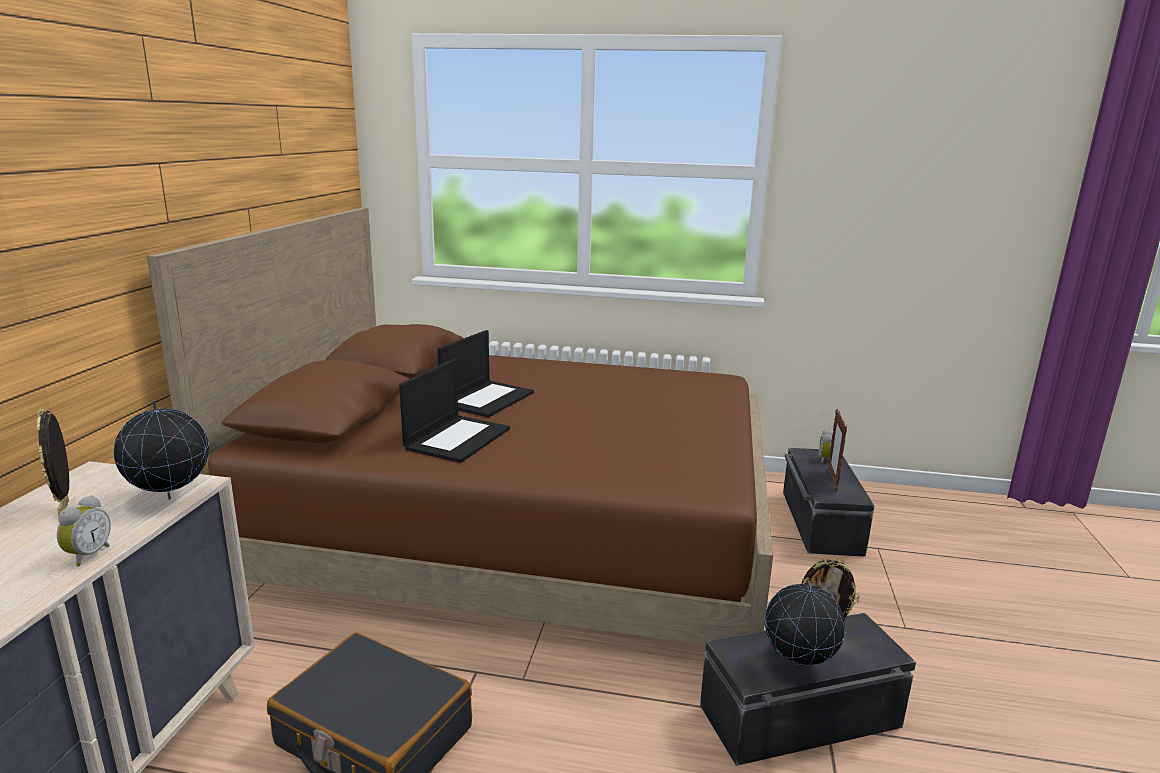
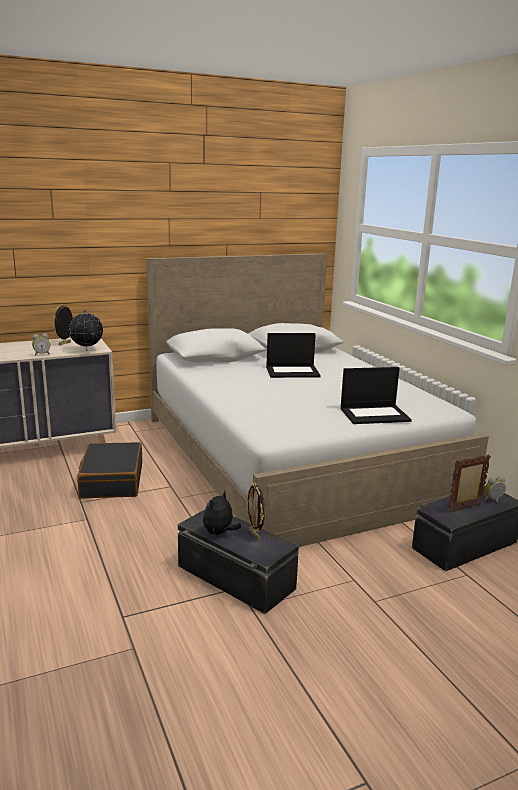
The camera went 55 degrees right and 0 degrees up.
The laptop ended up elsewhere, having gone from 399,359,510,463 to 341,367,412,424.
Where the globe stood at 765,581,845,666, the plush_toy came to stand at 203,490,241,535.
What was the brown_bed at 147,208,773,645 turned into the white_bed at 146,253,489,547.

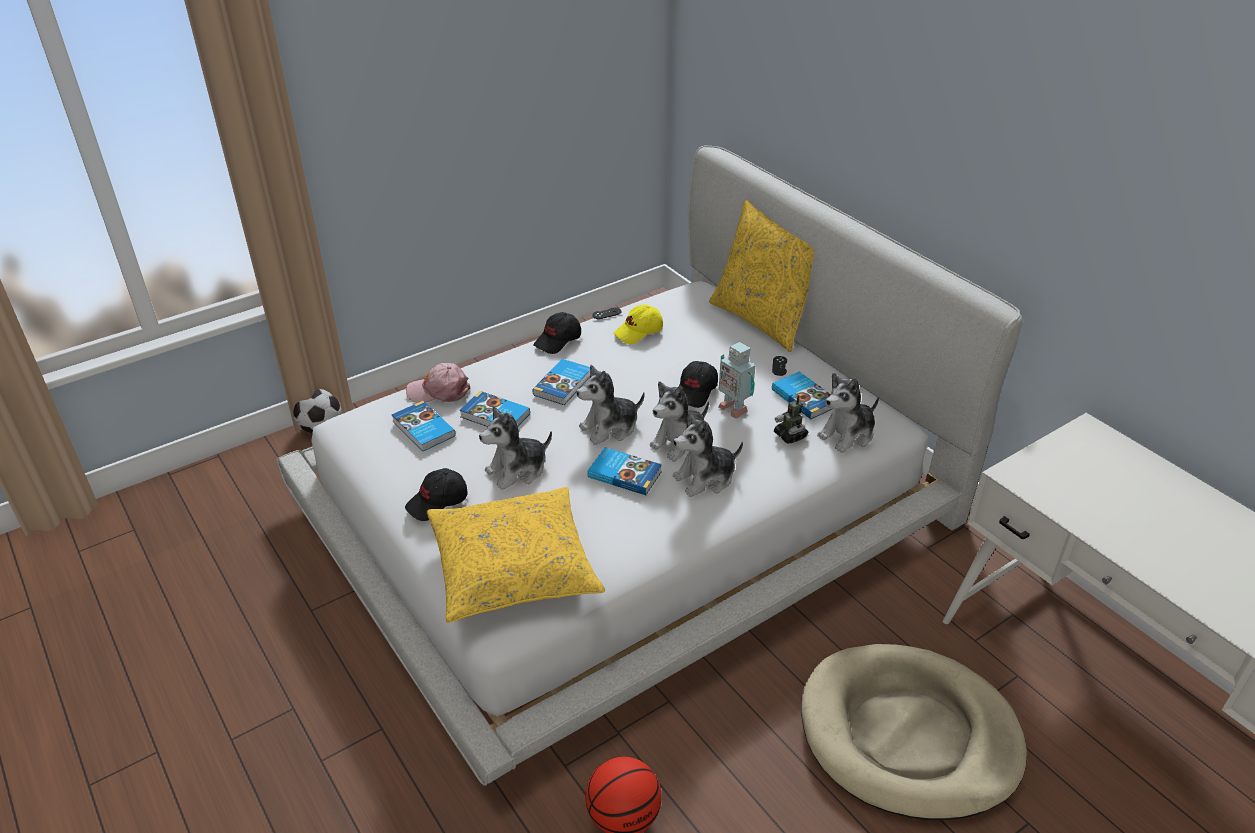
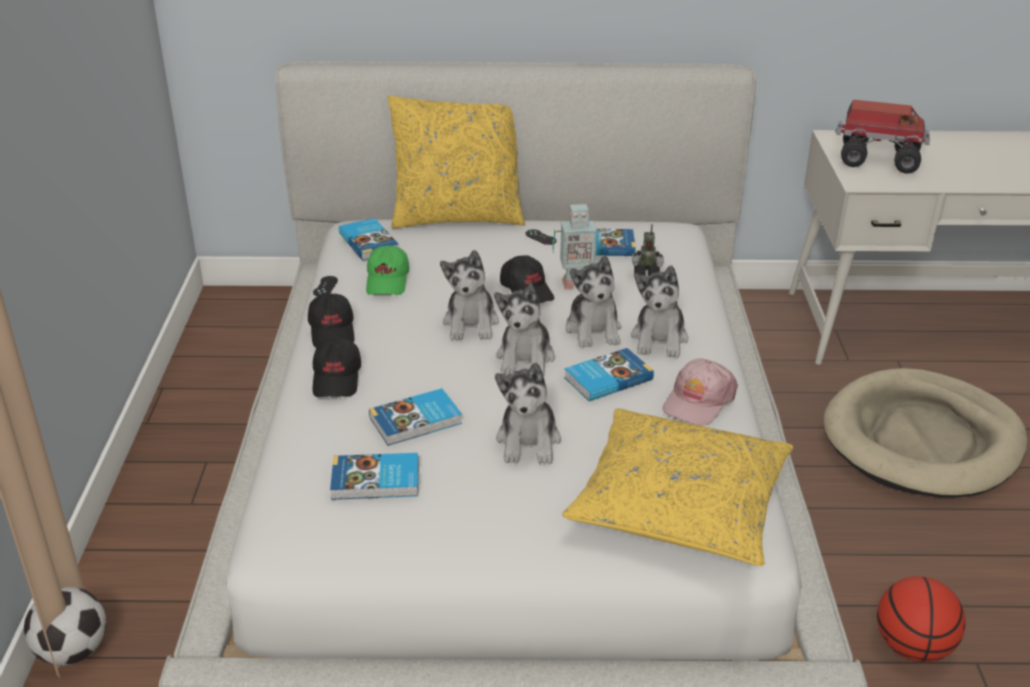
The camera went 55 degrees left and 5 degrees down.
The second view gained the toy_truck at 835,100,930,174.
The black_cap ended up elsewhere, having gone from 405,468,468,521 to 312,338,361,397.
The pink_cap ended up elsewhere, having gone from 406,363,470,403 to 663,359,738,426.
The book ended up elsewhere, having gone from 532,359,590,405 to 339,218,399,261.
The plush_toy ended up elsewhere, having gone from 817,373,879,453 to 440,250,499,340.
What was the yellow_cap at 613,304,663,344 turned into the green_cap at 366,245,409,295.

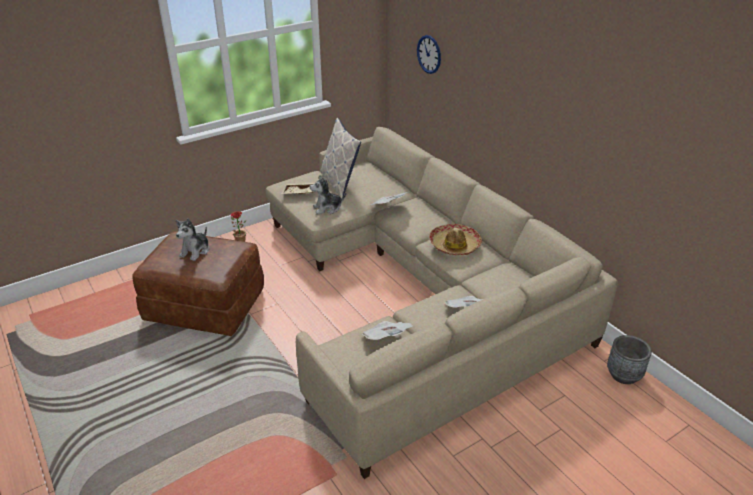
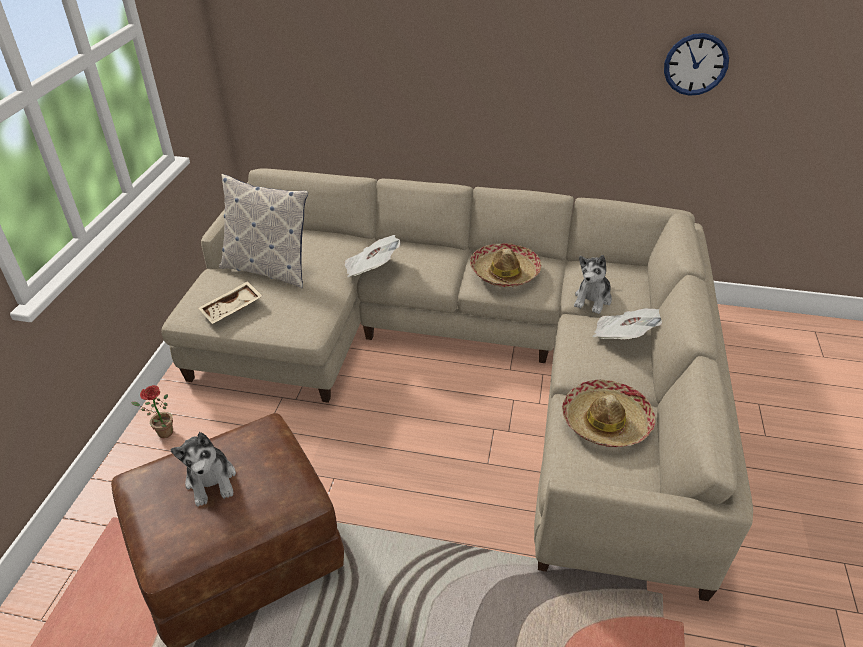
The camera went 45 degrees left and 5 degrees up.
The second view lost the grey_planter at 607,335,652,384.
The plush_toy ended up elsewhere, having gone from 310,175,346,214 to 574,255,612,314.
The wall_clock ended up elsewhere, having gone from 417,35,441,74 to 664,33,729,96.
Where the newspaper stood at 361,321,412,340, the hat came to stand at 562,379,656,447.

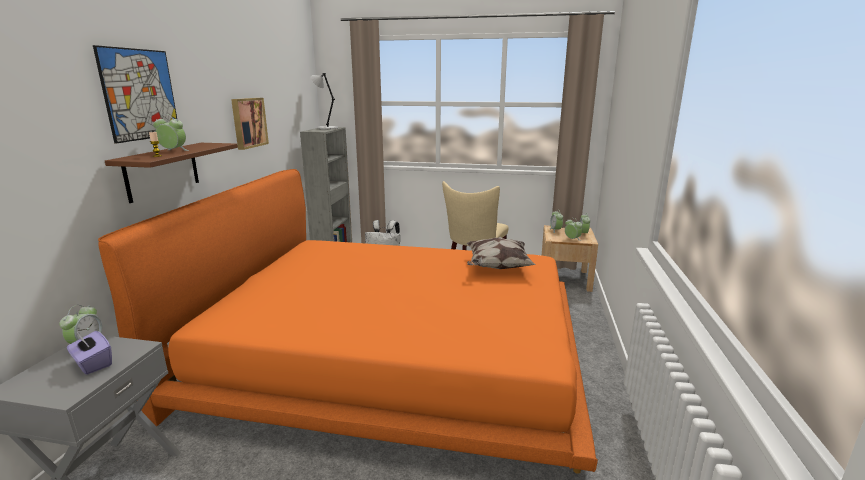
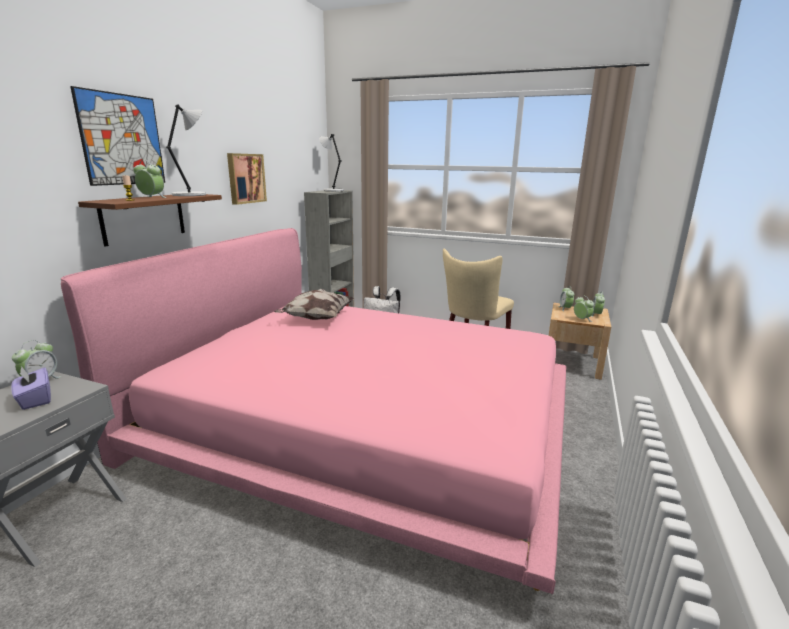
The camera went 10 degrees right and 0 degrees up.
The second view gained the grey_table_lamp at 166,105,206,196.
The pillow ended up elsewhere, having gone from 467,237,535,269 to 274,289,354,320.
What was the orange_bed at 98,169,598,474 turned into the pink_bed at 60,228,567,594.

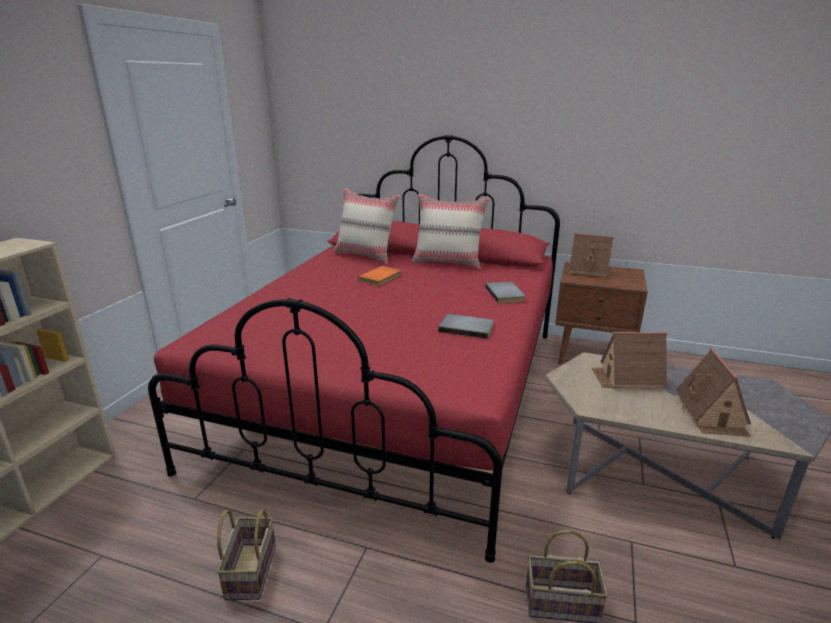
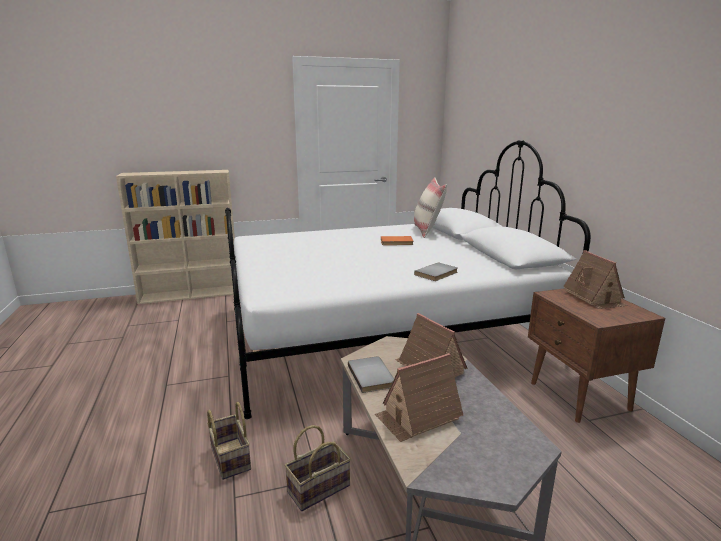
The camera went 55 degrees right and 5 degrees down.
The second view lost the beige_pillow at 412,194,489,269.
The basket ended up elsewhere, having gone from 217,509,276,600 to 284,425,351,511.
The grey_book ended up elsewhere, having gone from 438,314,494,339 to 348,356,394,393.
What was the red_bed at 148,135,560,563 turned into the white_bed at 225,140,591,419.

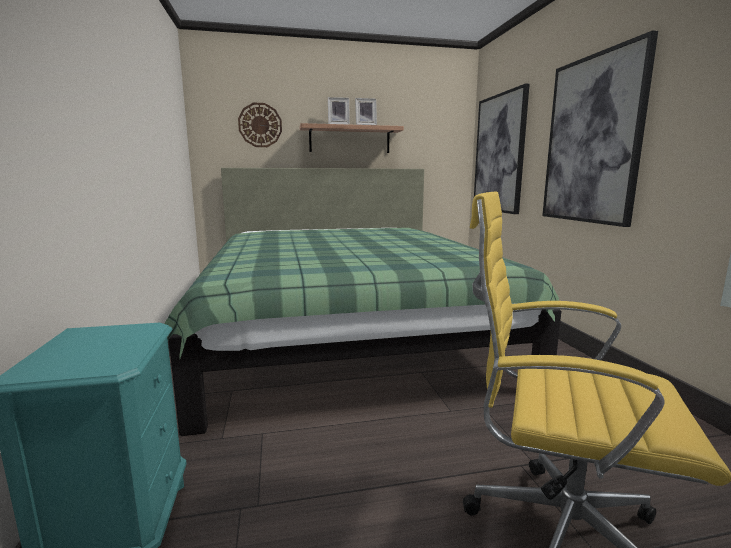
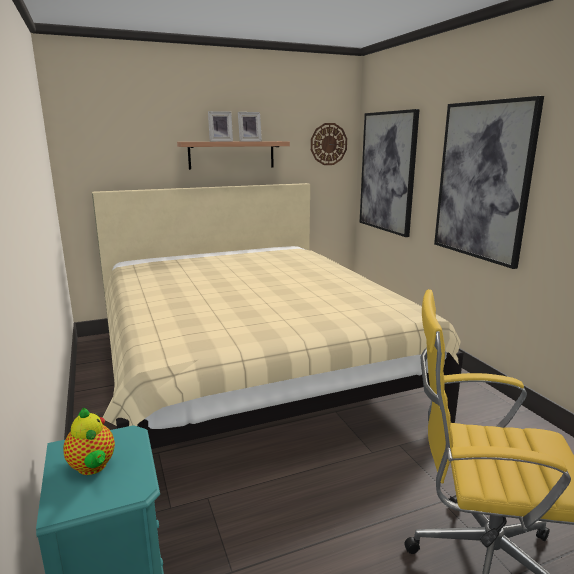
The camera went 10 degrees left and 5 degrees up.
The second view gained the teapot at 63,408,115,475.
The wall_clock ended up elsewhere, having gone from 238,103,282,147 to 311,123,347,165.
What was the green_bed at 164,168,561,436 turned into the beige_bed at 92,183,463,449.

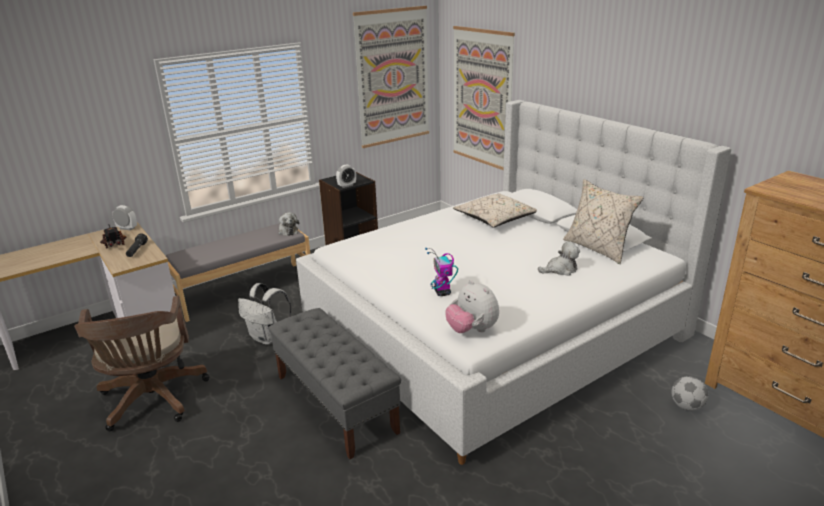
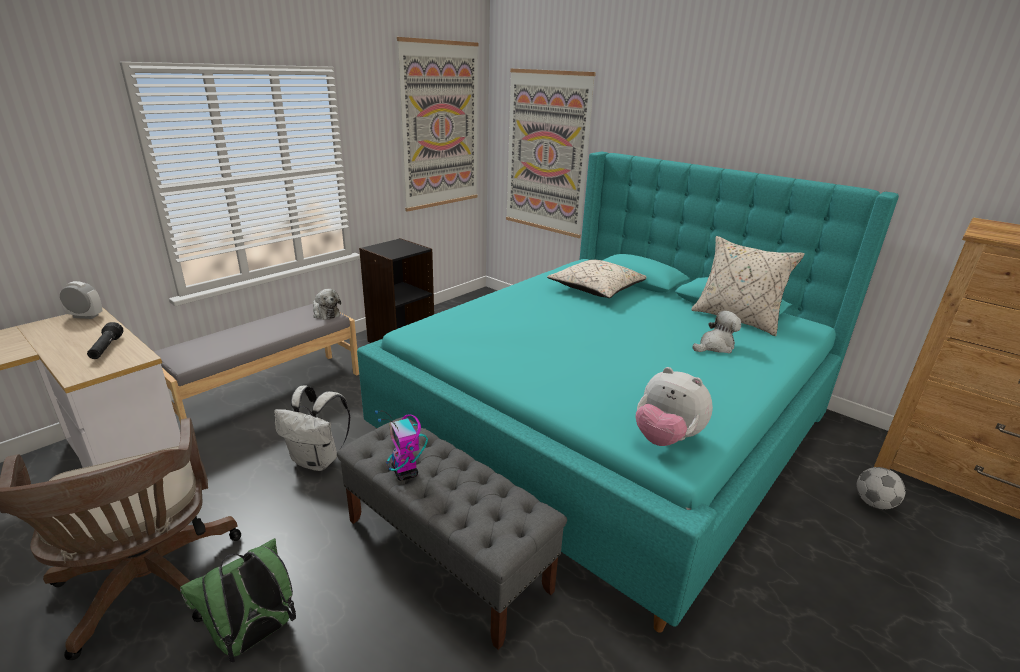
The camera went 15 degrees left and 0 degrees up.
The second view lost the toy_truck at 100,225,126,249.
The second view lost the alarm_clock at 336,164,356,188.
The second view gained the green_backpack at 180,538,296,663.
The toy_robot ended up elsewhere, having gone from 425,248,458,296 to 375,410,428,481.
What was the white_bed at 296,100,731,465 turned into the turquoise_bed at 357,152,899,632.

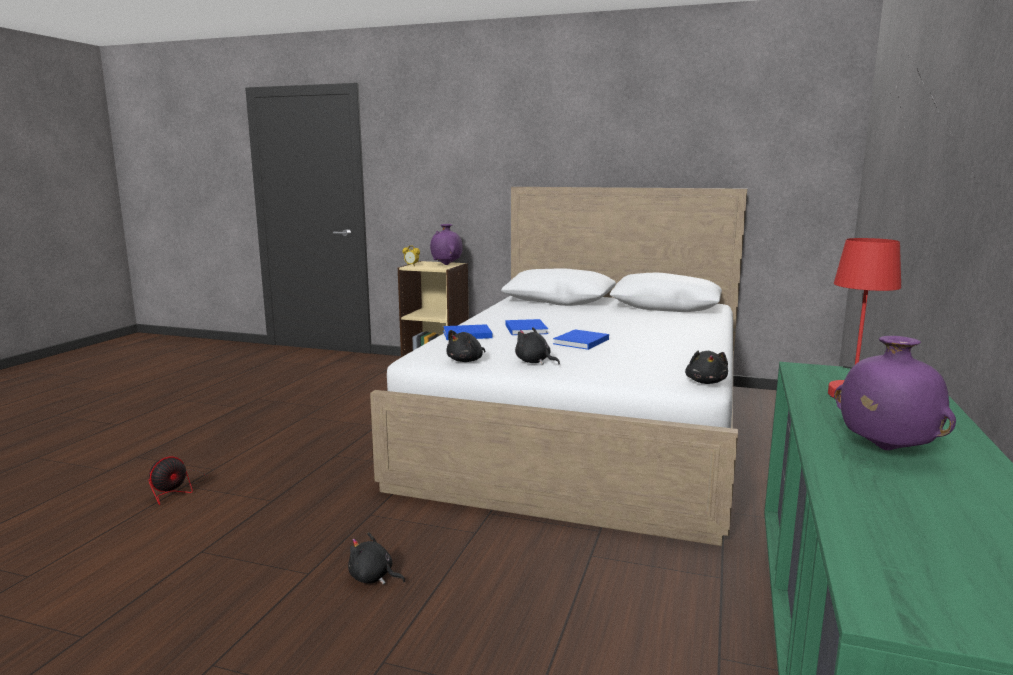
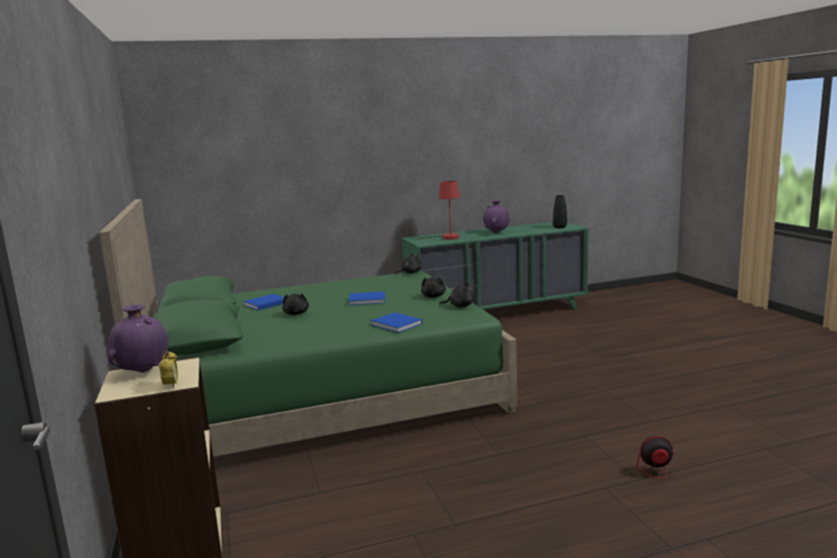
The camera went 125 degrees left and 0 degrees up.
The second view gained the black_vase at 553,195,567,228.
The black_plush_toy ended up elsewhere, having gone from 348,532,406,585 to 282,294,309,315.
The blue_book ended up elsewhere, having gone from 505,319,548,335 to 243,294,284,310.
What was the white_bed at 370,187,747,546 turned into the green_bed at 99,199,517,457.

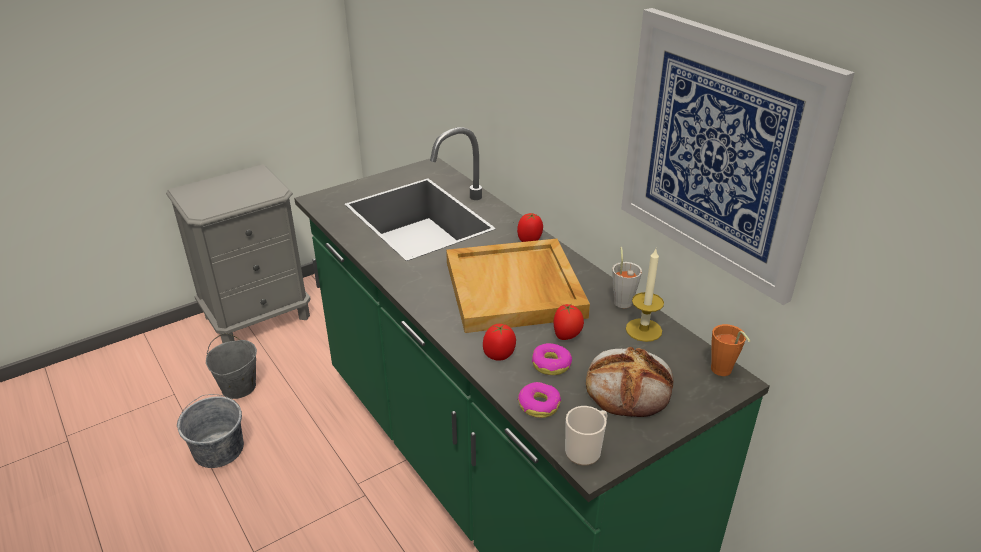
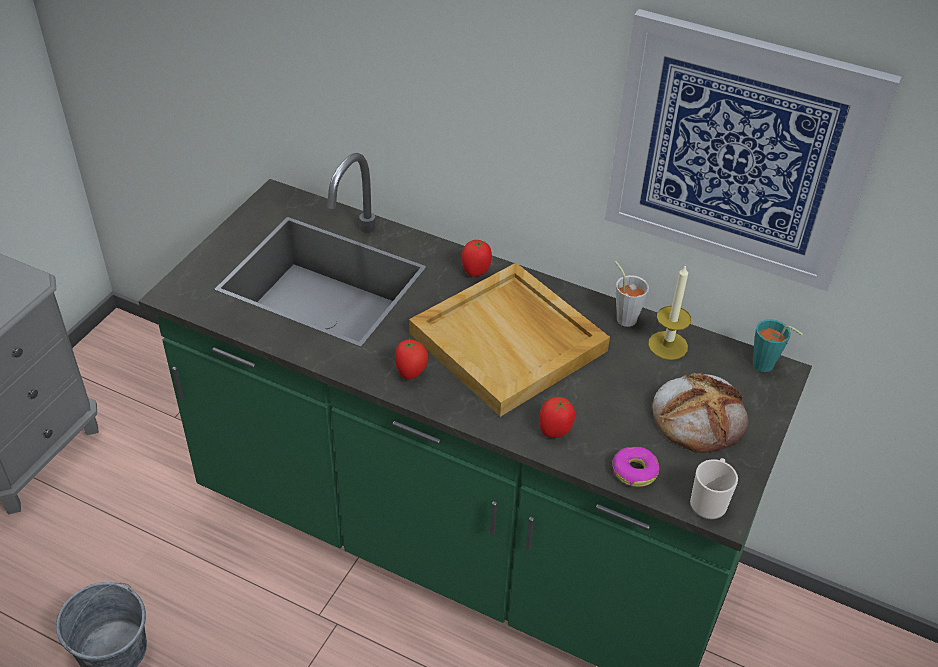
The camera went 30 degrees left and 10 degrees up.
The second view lost the grey_bucket at 206,333,257,399.
The second view lost the donut at 532,343,572,375.
The tomato ended up elsewhere, having gone from 554,304,584,340 to 395,338,428,380.
What was the orange_cup at 711,324,750,376 turned into the turquoise_cup at 753,319,803,372.

